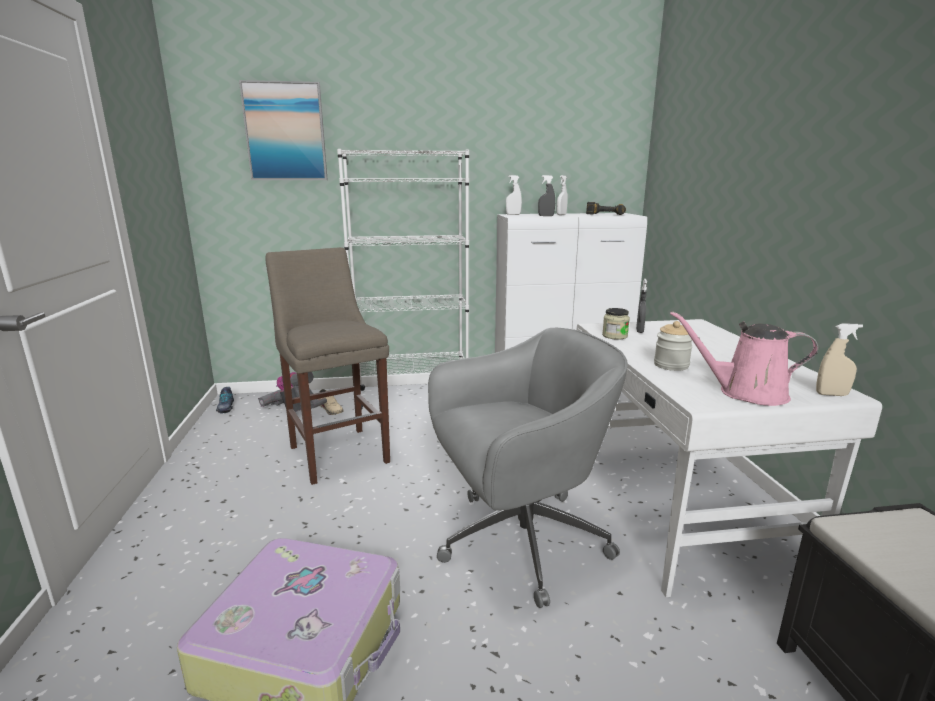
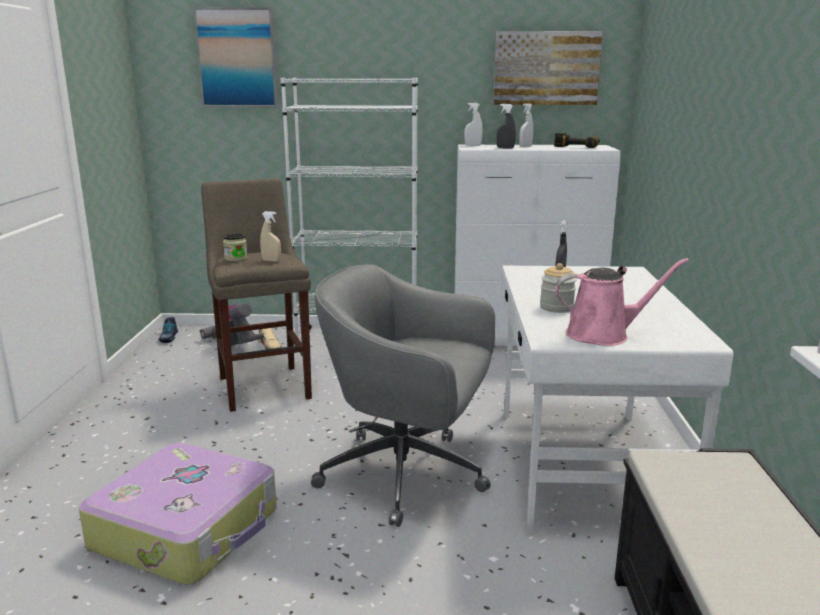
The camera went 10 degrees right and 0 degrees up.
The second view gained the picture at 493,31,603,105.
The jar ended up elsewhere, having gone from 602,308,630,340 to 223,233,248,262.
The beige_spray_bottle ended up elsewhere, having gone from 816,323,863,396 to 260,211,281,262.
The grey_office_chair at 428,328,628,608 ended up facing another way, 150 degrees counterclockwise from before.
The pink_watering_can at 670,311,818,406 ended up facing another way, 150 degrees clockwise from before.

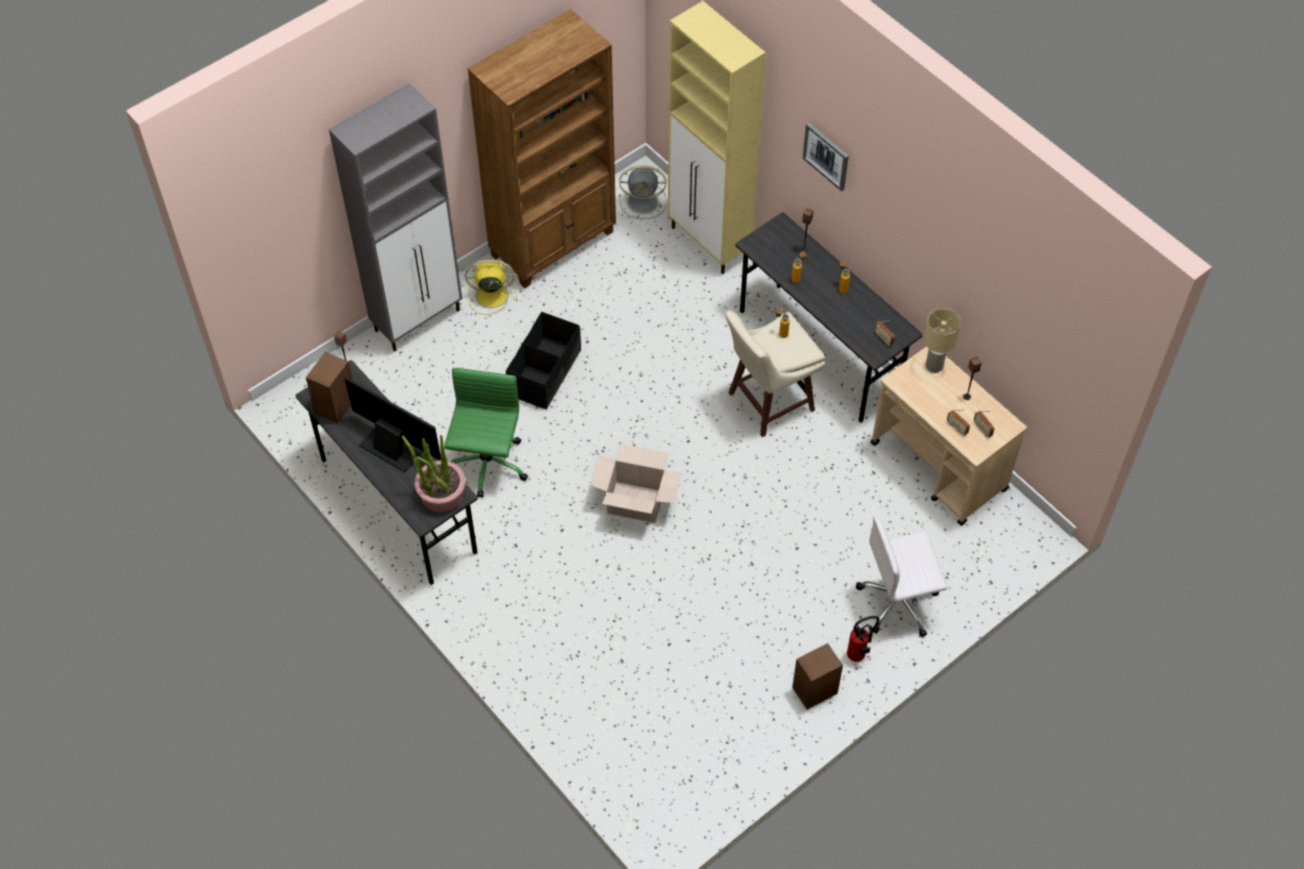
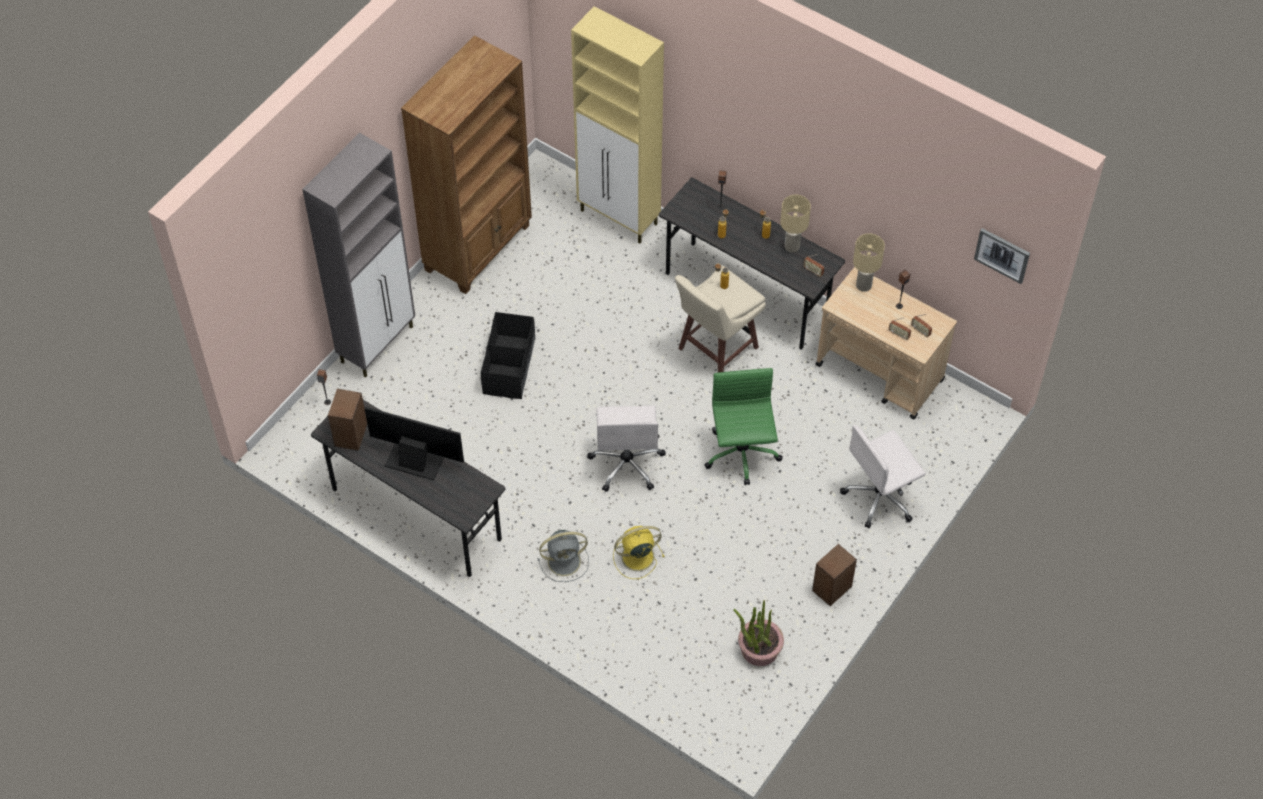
The camera went 15 degrees left and 0 degrees up.
The second view lost the fire_extinguisher at 847,616,879,662.
The second view gained the beige_table_lamp at 780,195,811,253.
The potted_plant ended up elsewhere, having gone from 401,435,466,512 to 733,600,784,666.
The green_office_chair ended up elsewhere, having gone from 444,368,528,498 to 705,368,783,485.
The yellow_fan ended up elsewhere, having gone from 466,259,518,315 to 613,526,665,579.
The grey_fan ended up elsewhere, having gone from 619,166,667,219 to 538,530,589,582.
The picture ended up elsewhere, having gone from 803,123,849,191 to 974,228,1030,284.
Where the cardboard_box stood at 590,444,681,523, the white_office_chair came to stand at 587,405,666,492.

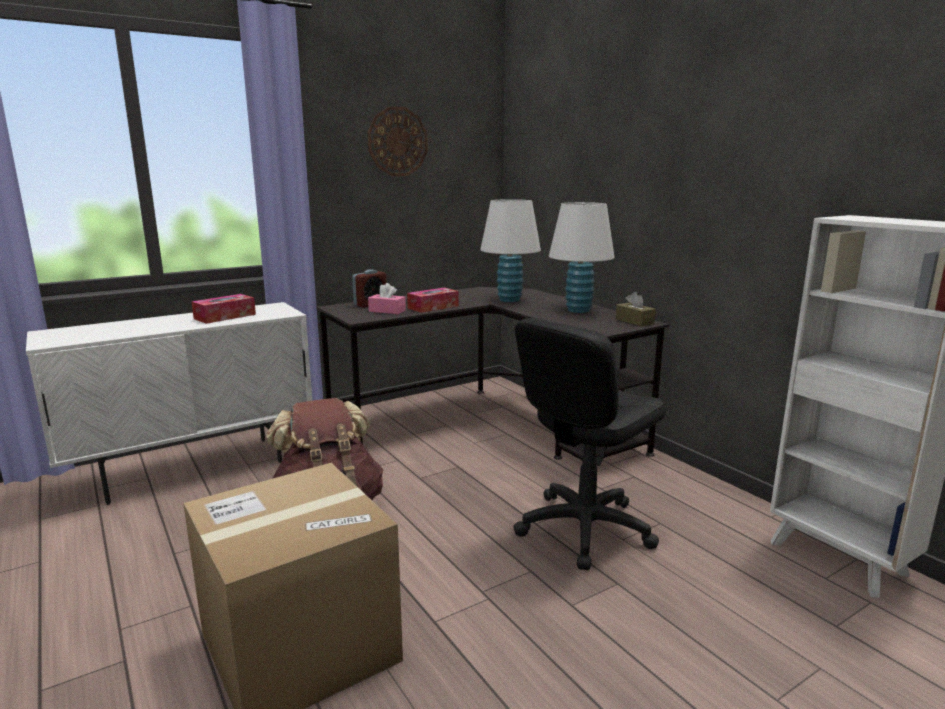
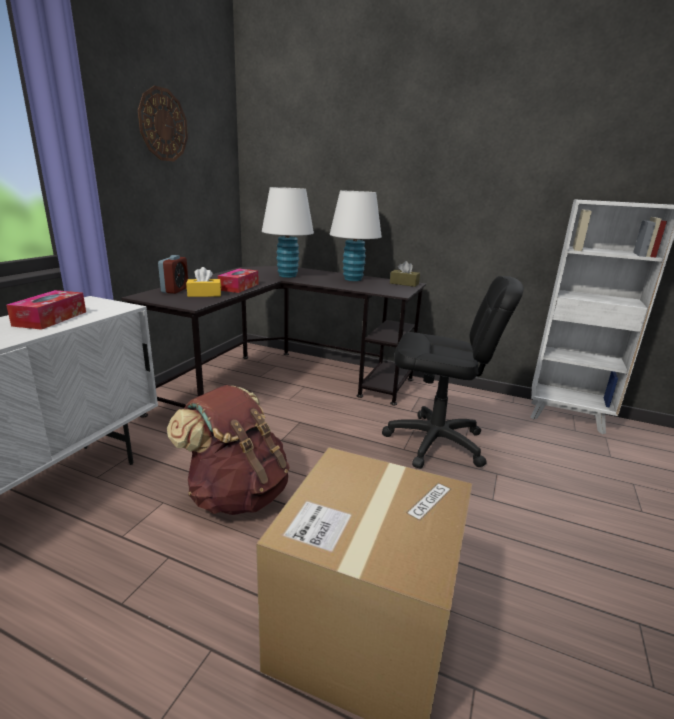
The camera went 35 degrees left and 5 degrees up.
What was the pink_tissue_box at 368,283,406,314 turned into the yellow_tissue_box at 186,267,221,297.
The black_office_chair at 513,318,666,570 ended up facing another way, 90 degrees counterclockwise from before.

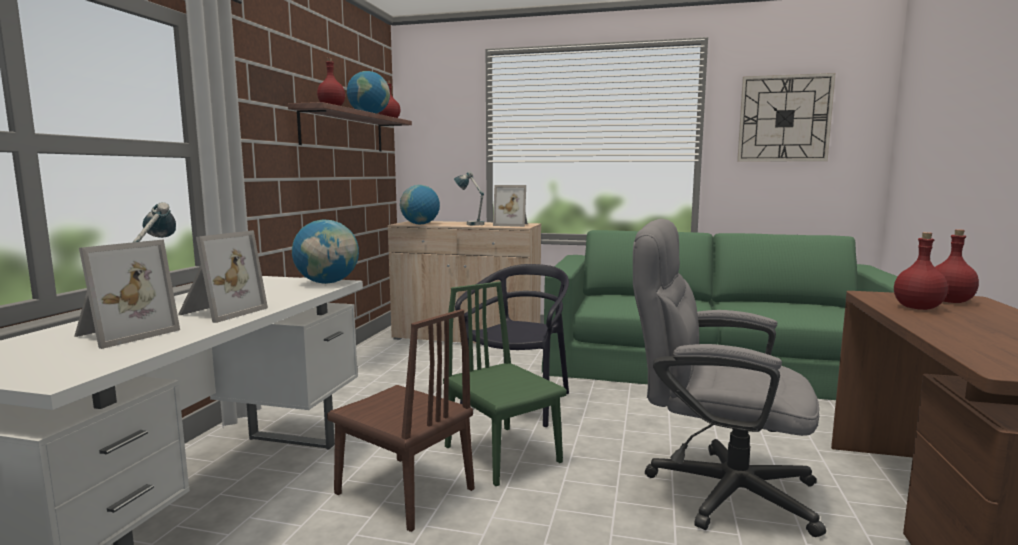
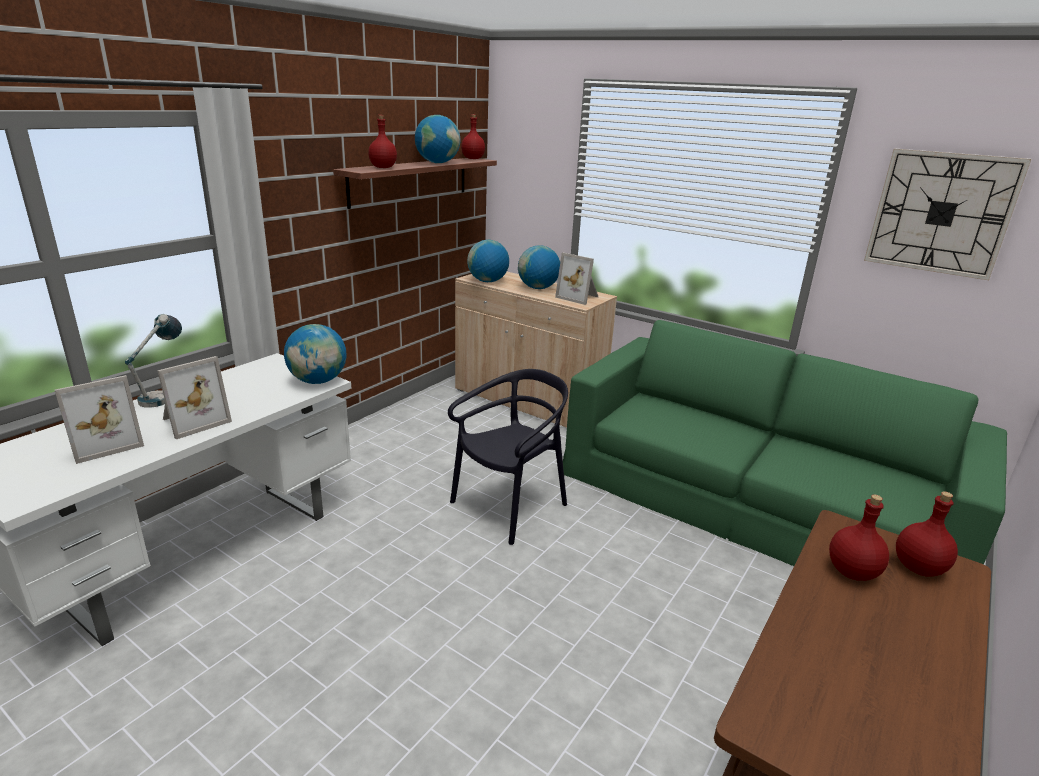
The camera went 20 degrees right and 15 degrees up.
The second view lost the brown_chair at 327,309,474,532.
The second view lost the green_chair at 443,281,567,486.
The second view lost the grey_office_chair at 633,219,826,537.
Where the table_lamp stood at 454,171,484,226, the globe came to stand at 518,245,560,289.

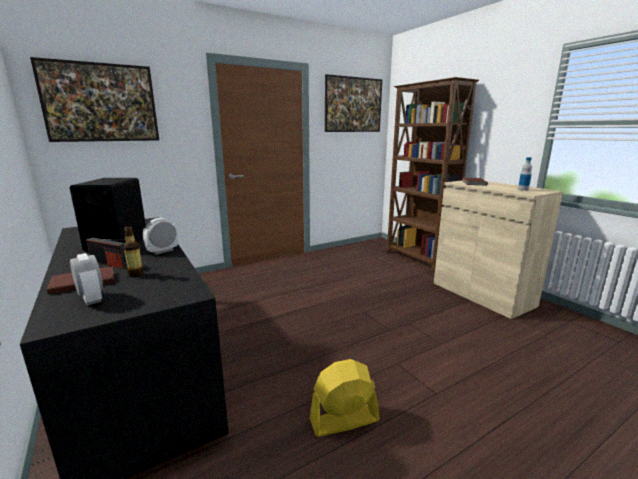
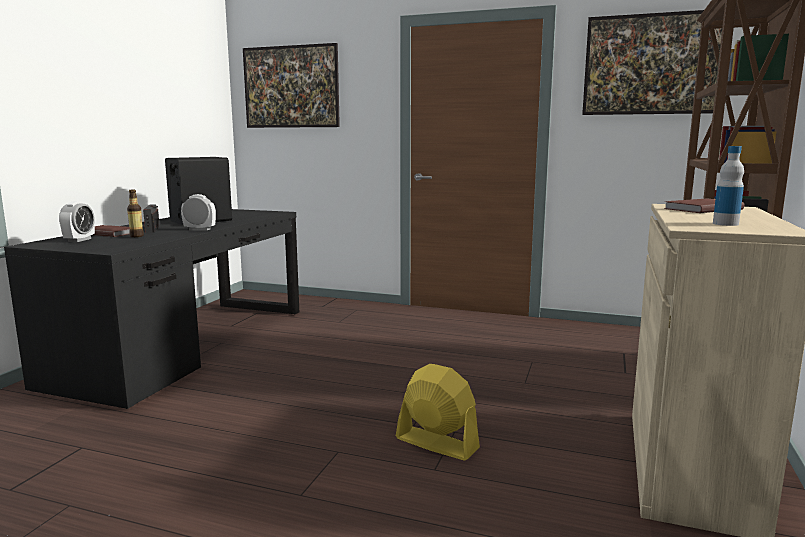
The camera went 50 degrees right and 5 degrees down.
The yellow_fan ended up elsewhere, having gone from 309,359,380,437 to 396,364,480,460.

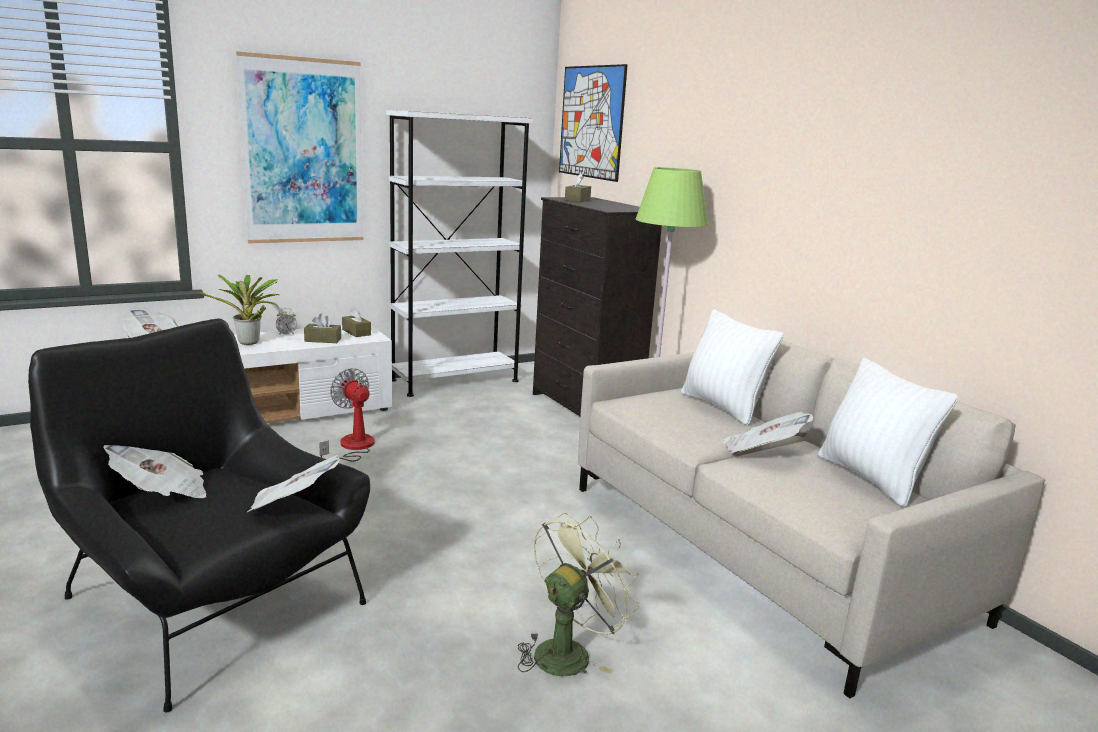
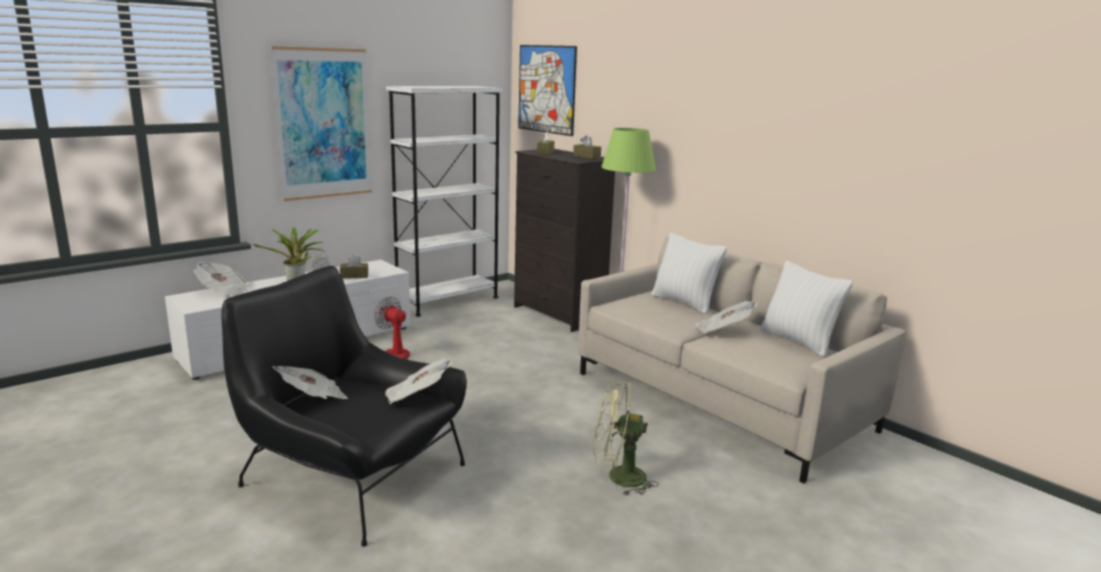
The camera went 10 degrees left and 0 degrees up.
The brown_tissue_box ended up elsewhere, having gone from 342,307,371,337 to 573,135,601,159.
The green_fan at 517,513,640,676 ended up facing another way, 120 degrees counterclockwise from before.

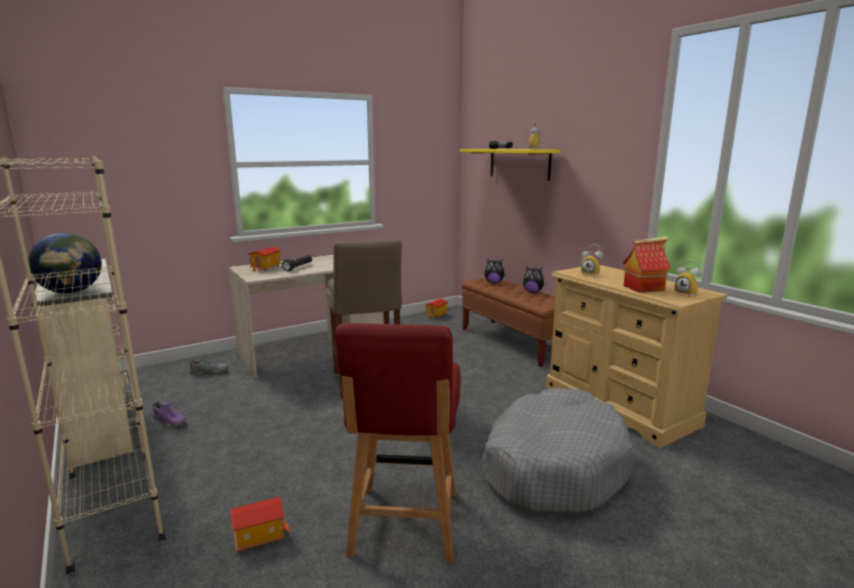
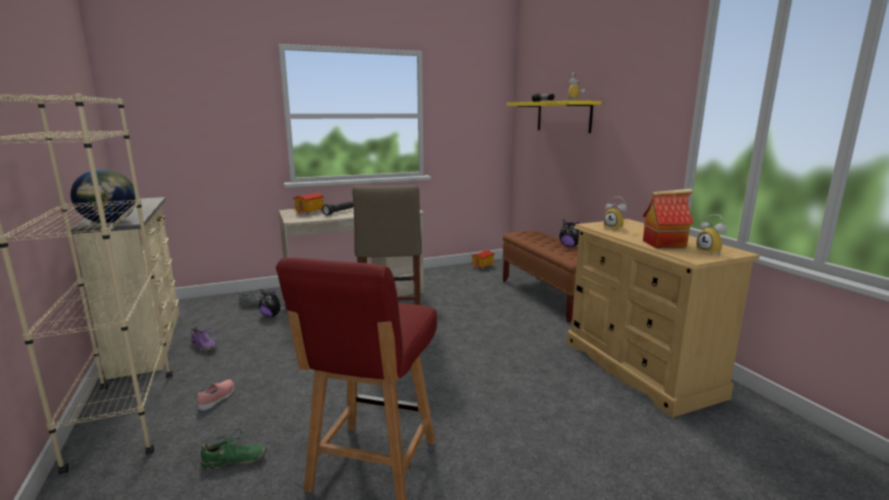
The camera went 10 degrees right and 0 degrees up.
The second view lost the grey_dog_bed at 481,388,634,514.
The second view gained the pink_shoe at 197,379,234,411.
The plush_toy ended up elsewhere, having gone from 484,259,506,283 to 259,290,285,317.
Where the toy_house stood at 231,497,290,552, the green_shoe came to stand at 200,428,267,470.

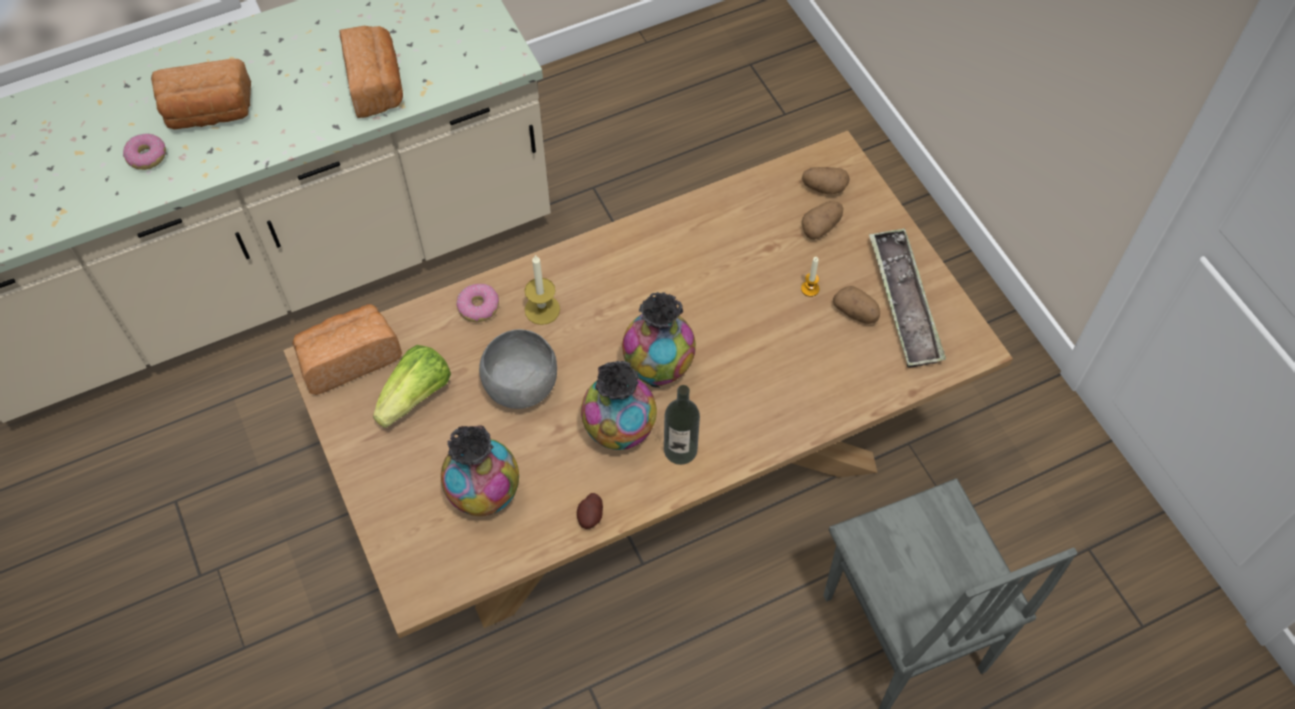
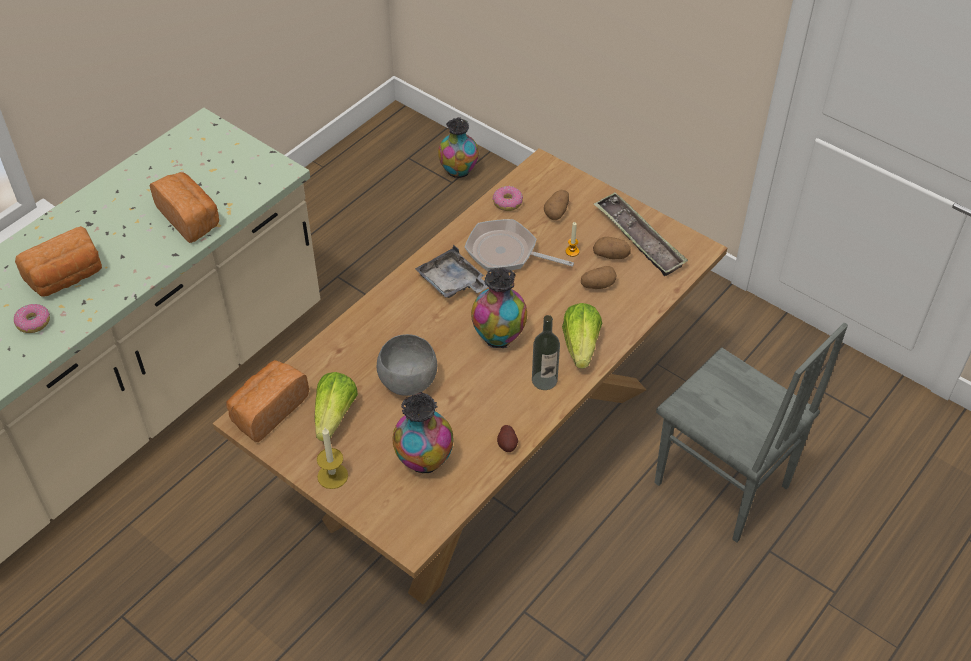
The camera went 25 degrees left and 10 degrees down.
The second view gained the grey_tray at 415,245,488,298.
The second view gained the frying_pan at 464,219,574,271.
The second view gained the lettuce at 562,303,602,368.
The donut ended up elsewhere, having gone from 457,284,499,322 to 492,186,523,211.
The candle ended up elsewhere, having gone from 525,254,560,325 to 317,428,348,489.
The vase ended up elsewhere, having gone from 581,361,657,450 to 438,117,479,178.
The potato ended up elsewhere, having gone from 802,167,850,194 to 581,266,616,289.

